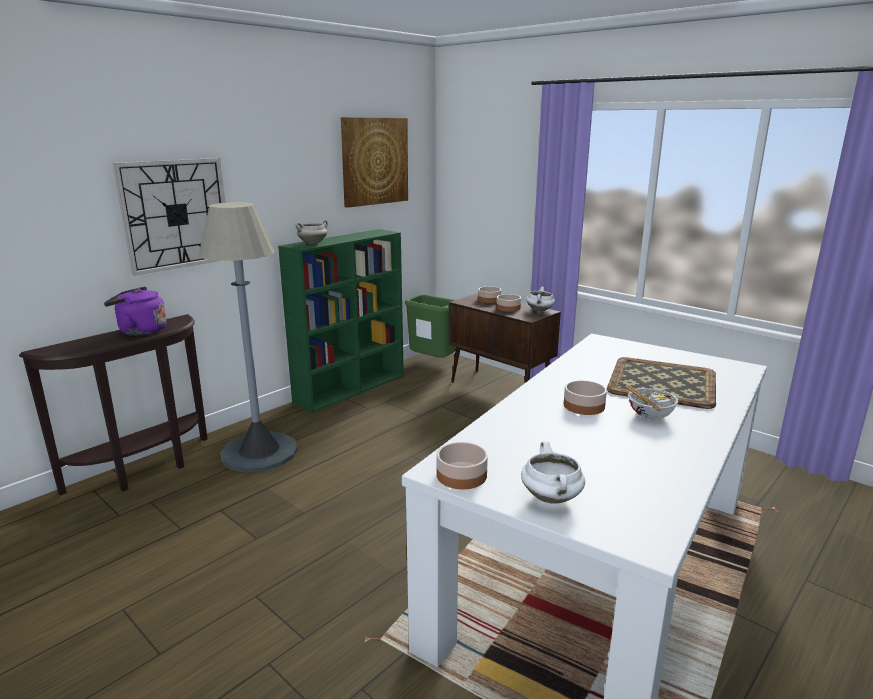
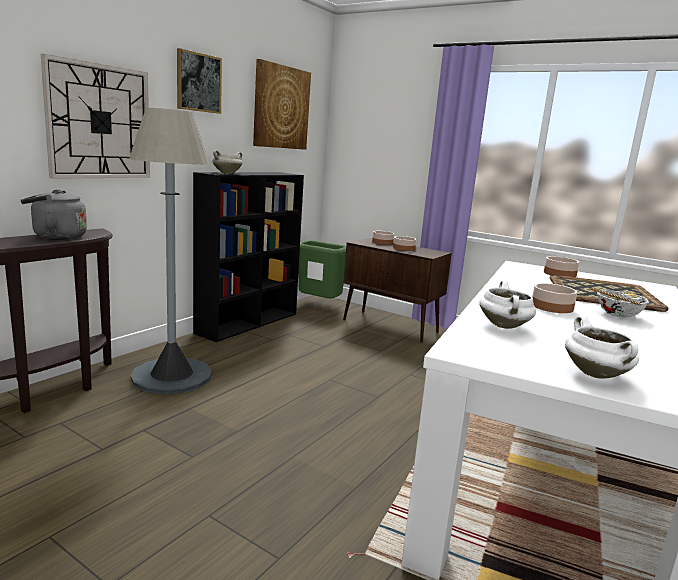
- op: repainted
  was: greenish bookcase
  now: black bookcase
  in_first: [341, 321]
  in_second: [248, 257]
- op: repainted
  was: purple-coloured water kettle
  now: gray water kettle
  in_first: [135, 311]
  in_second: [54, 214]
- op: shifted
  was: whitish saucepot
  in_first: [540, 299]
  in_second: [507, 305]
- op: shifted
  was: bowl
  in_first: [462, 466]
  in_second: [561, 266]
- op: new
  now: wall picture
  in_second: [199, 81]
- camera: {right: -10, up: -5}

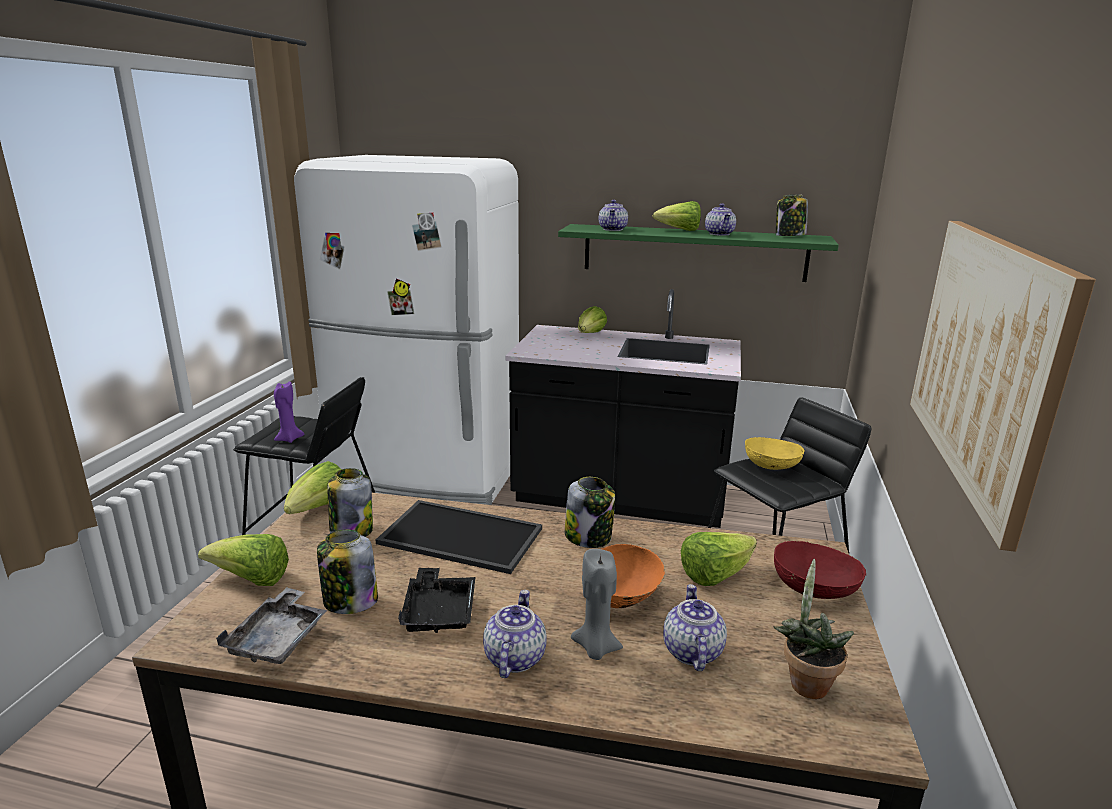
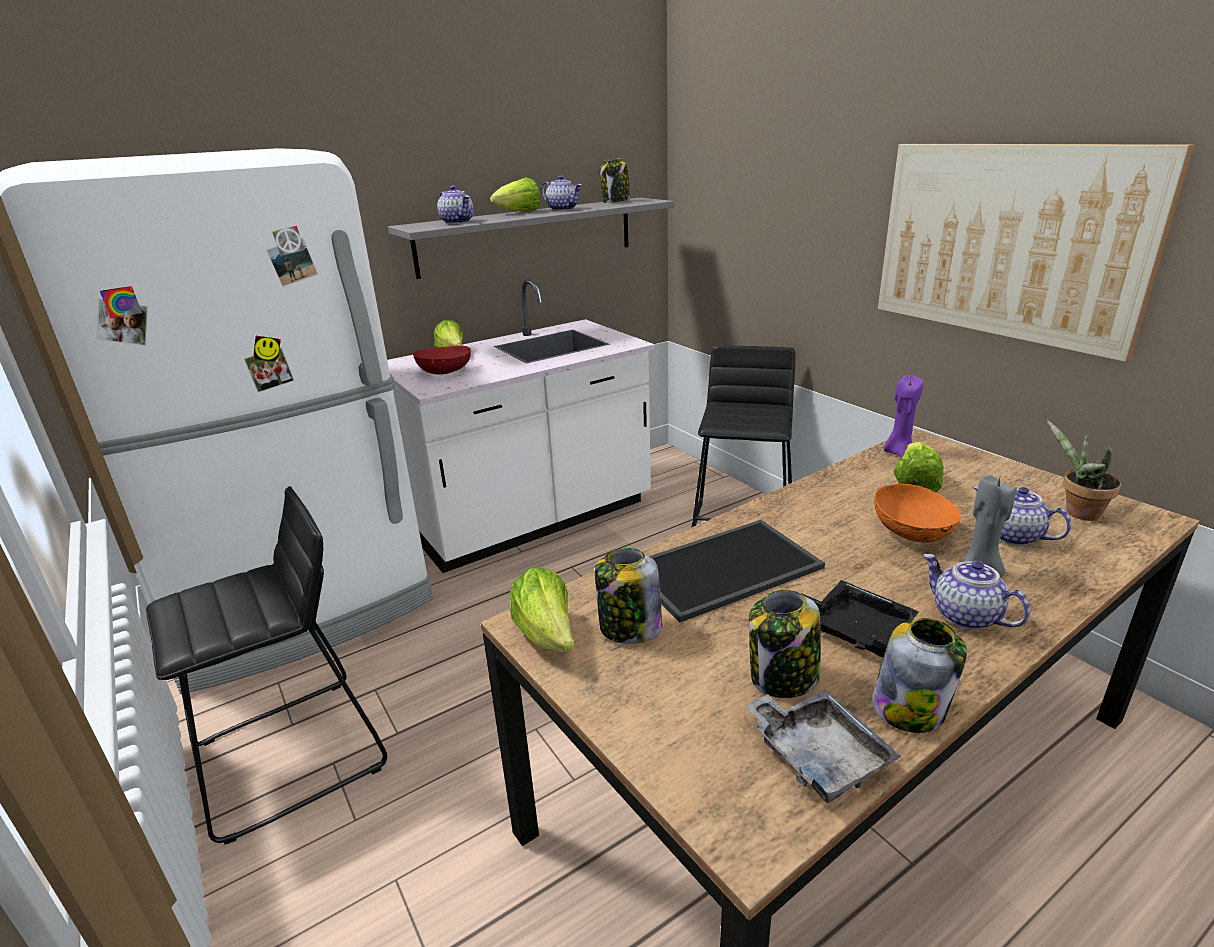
- op: repainted
  was: greenish wall shelf
  now: gray wall shelf
  in_first: [698, 253]
  in_second: [531, 238]
- op: repainted
  was: black counter
  now: whitish counter
  in_first: [623, 408]
  in_second: [521, 426]
- op: shifted
  was: purple-coloured wax candle
  in_first: [289, 412]
  in_second: [903, 416]
- op: gone
  was: yellowish bowl
  in_first: [775, 453]
- op: shifted
  was: storage jar
  in_first: [590, 512]
  in_second: [919, 675]
- op: gone
  was: head of lettuce
  in_first: [243, 560]
- op: shifted
  was: red-coloured bowl
  in_first: [820, 570]
  in_second: [442, 360]
- camera: {right: -45, up: 5}

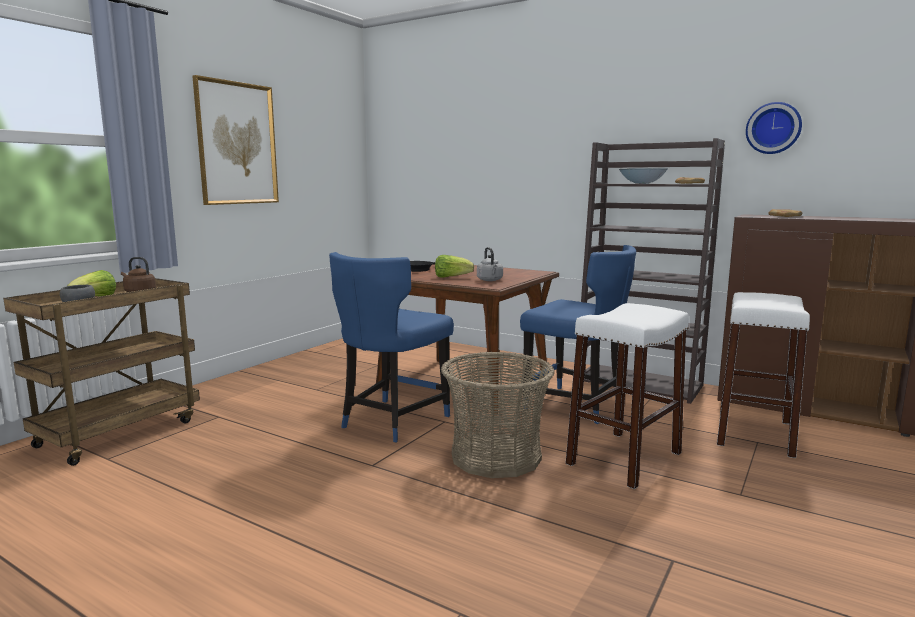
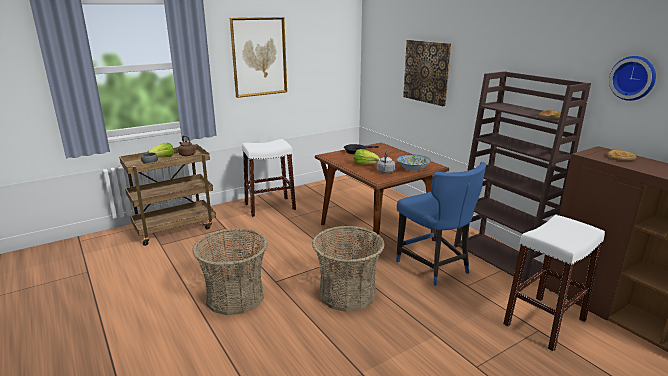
- op: shifted
  was: bowl
  in_first: [643, 176]
  in_second: [414, 162]
- op: gone
  was: bluish plain chair
  in_first: [391, 347]
- op: shifted
  was: whitish stool seat
  in_first: [627, 396]
  in_second: [269, 178]
- op: new
  now: wall picture
  in_second: [427, 73]
- op: new
  now: basket
  in_second: [230, 271]
- camera: {right: 25, up: 10}

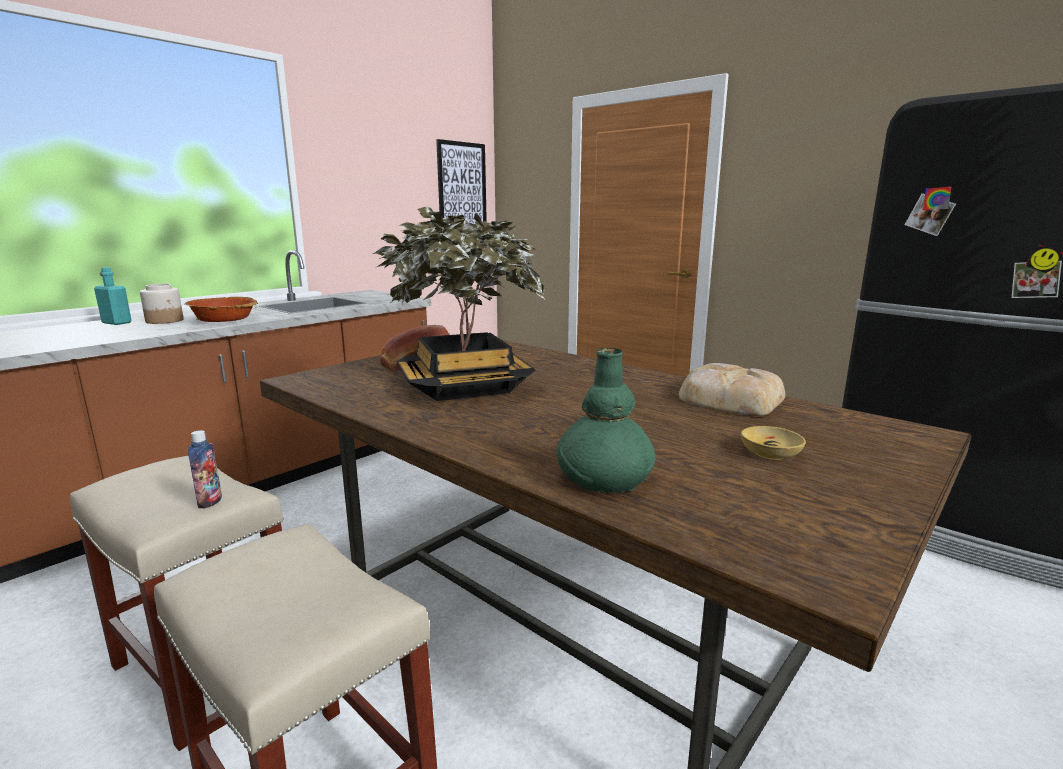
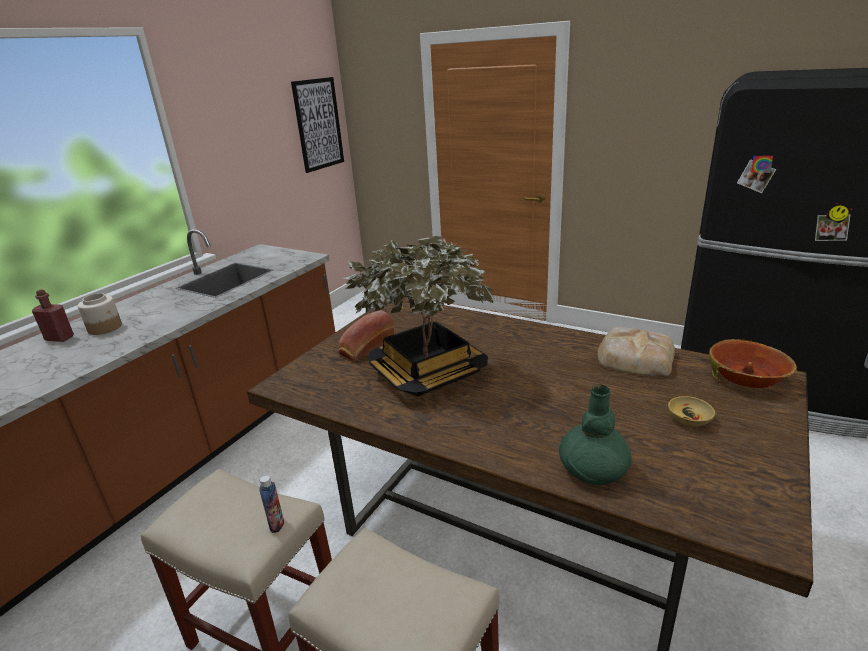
- op: repainted
  was: turquoise bottle
  now: red-coloured bottle
  in_first: [113, 296]
  in_second: [53, 315]
- op: shifted
  was: bowl
  in_first: [221, 309]
  in_second: [753, 363]
- camera: {right: -10, up: 10}

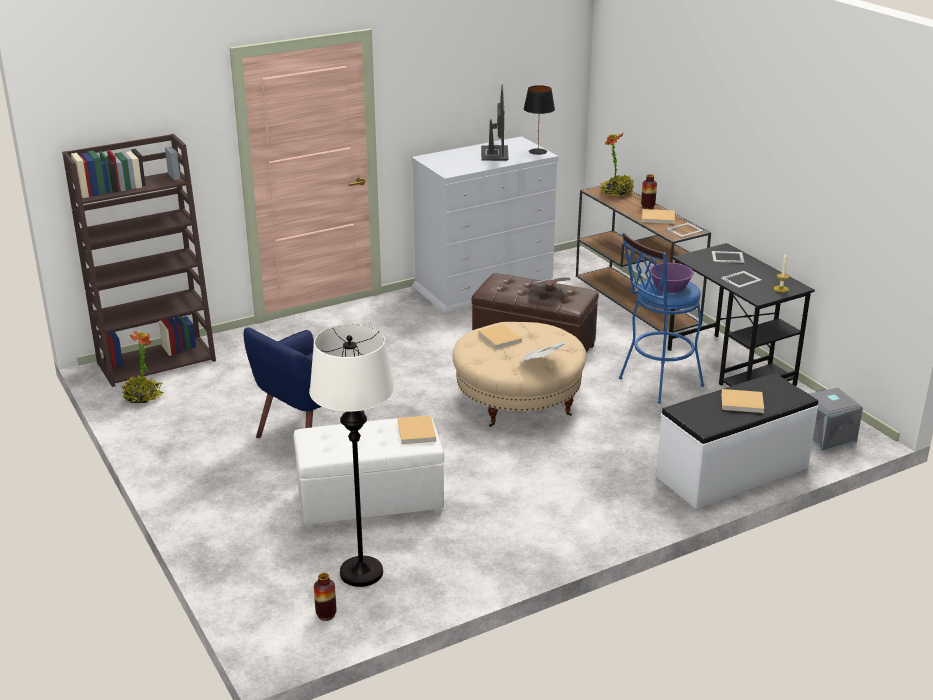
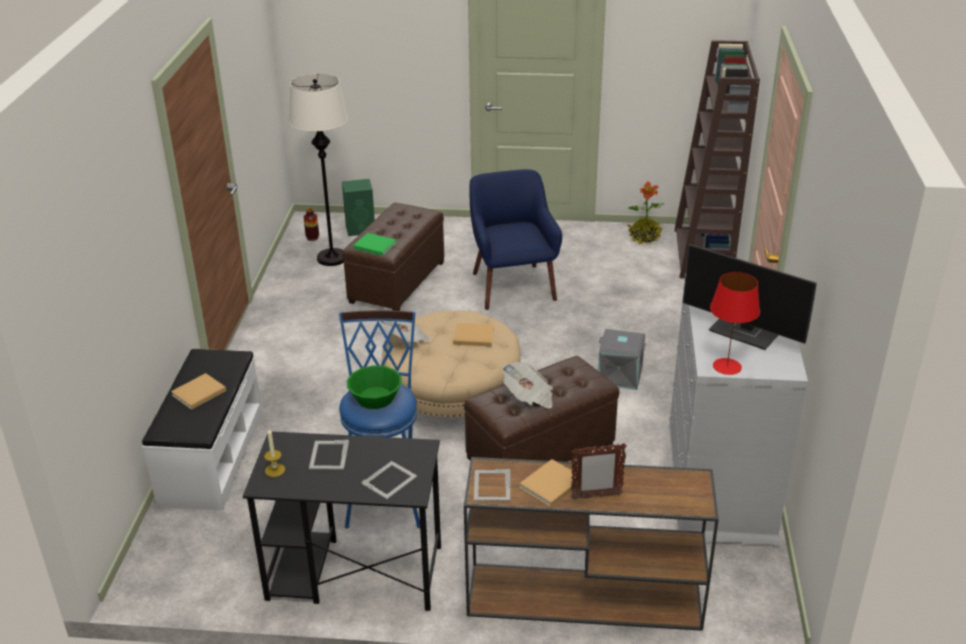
- op: repainted
  was: black tabletop lamp
  now: red-coloured tabletop lamp
  in_first: [539, 120]
  in_second: [735, 323]
- op: gone
  was: houseplant
  in_first: [616, 164]
- op: swapped
  was: flower vase
  now: photo frame
  in_first: [649, 191]
  in_second: [599, 471]
- op: repainted
  was: purple-coloured bowl
  now: greenish bowl
  in_first: [671, 277]
  in_second: [374, 387]
- op: shifted
  was: gray storage container
  in_first: [836, 419]
  in_second: [622, 359]
- op: repainted
  was: beige-coloured book
  now: greenish book
  in_first: [416, 429]
  in_second: [375, 244]
- op: repainted
  was: whitish ottoman
  now: brown ottoman
  in_first: [368, 473]
  in_second: [393, 257]
- op: new
  now: greenish speaker
  in_second: [358, 207]
- camera: {right: 125, up: 5}

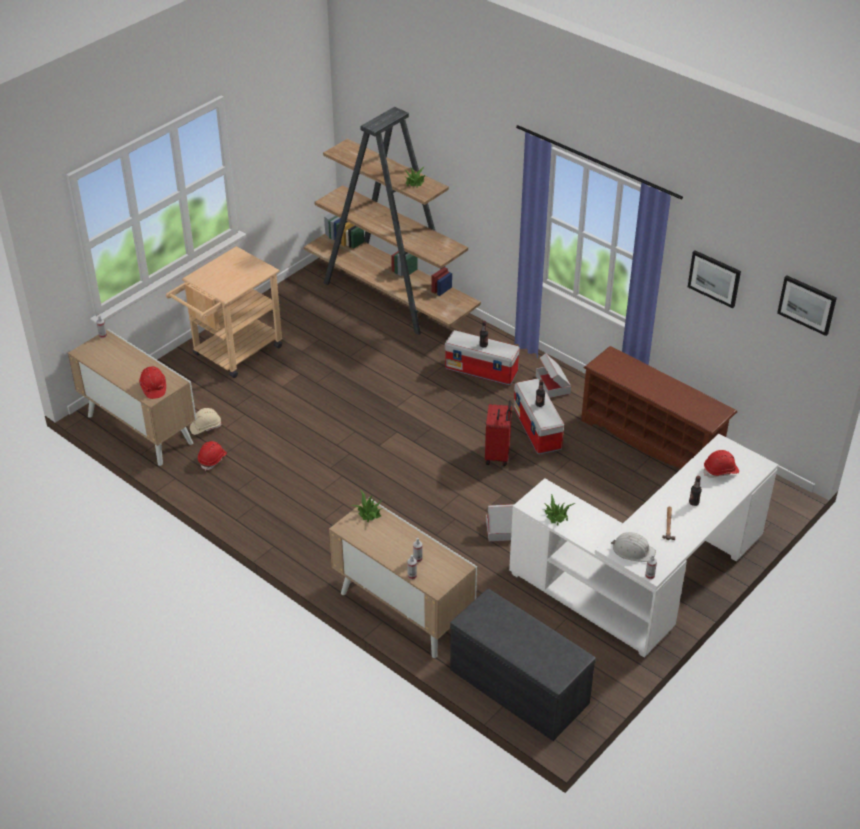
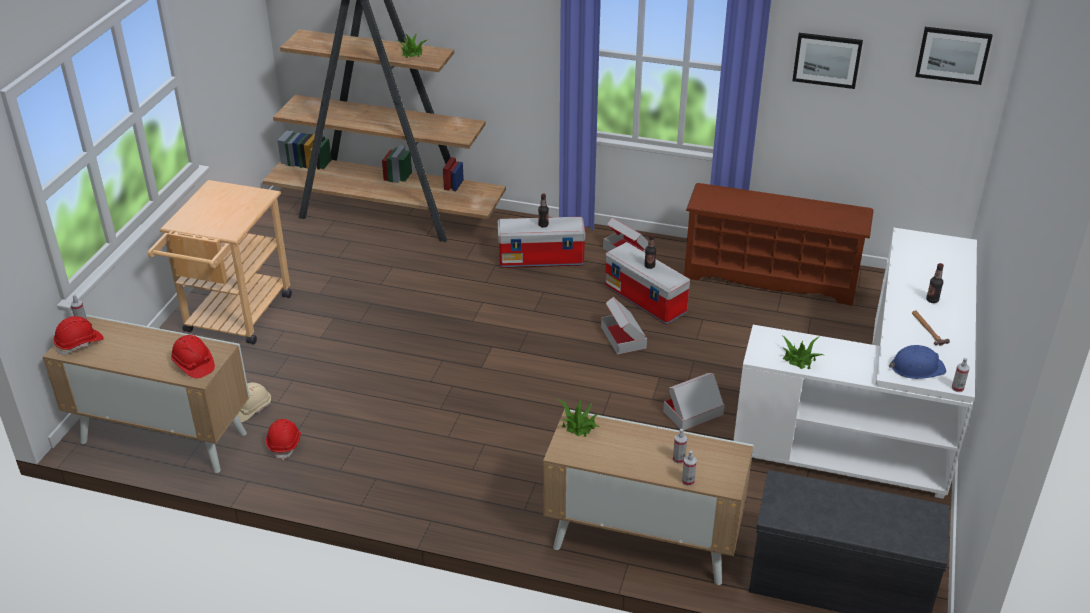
- op: swapped
  was: red-coloured piece of luggage
  now: packing box
  in_first: [498, 433]
  in_second: [624, 326]
- op: shifted
  was: red-coloured work helmet
  in_first: [721, 464]
  in_second: [78, 335]
- op: repainted
  was: whitish work helmet
  now: bluish work helmet
  in_first: [633, 547]
  in_second: [917, 362]
- camera: {right: -25, up: -5}

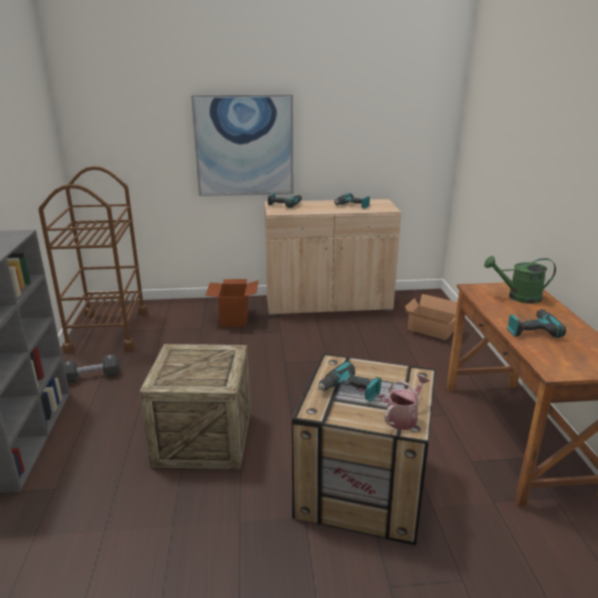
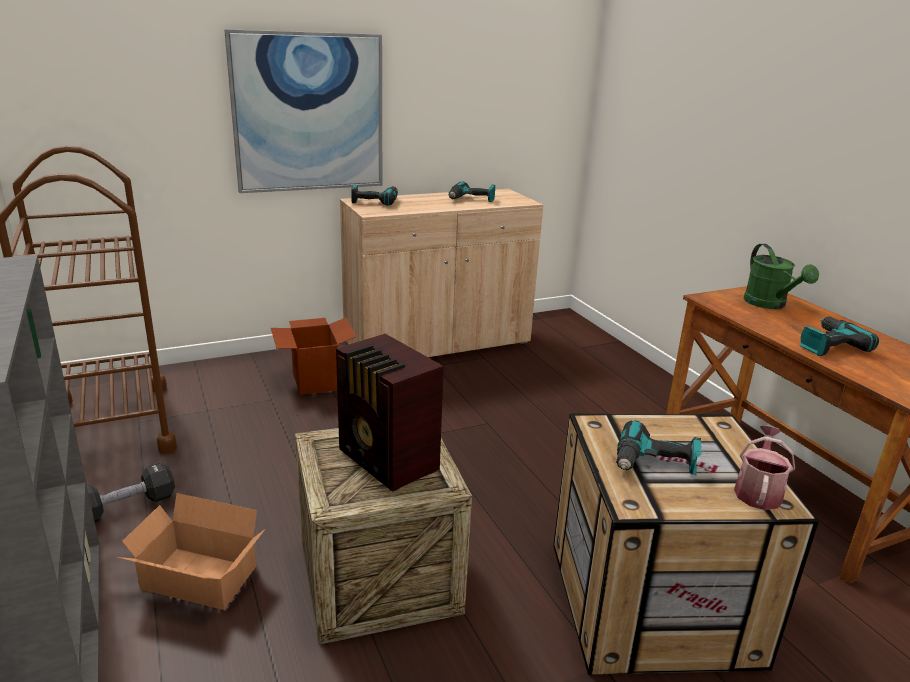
- op: rotated
  was: greenish watering pot
  in_first: [520, 280]
  in_second: [781, 276]
  clockwise: -90
- op: shifted
  was: packing box
  in_first: [431, 317]
  in_second: [191, 551]
- op: new
  now: radio receiver
  in_second: [390, 413]
- camera: {right: -20, up: 0}

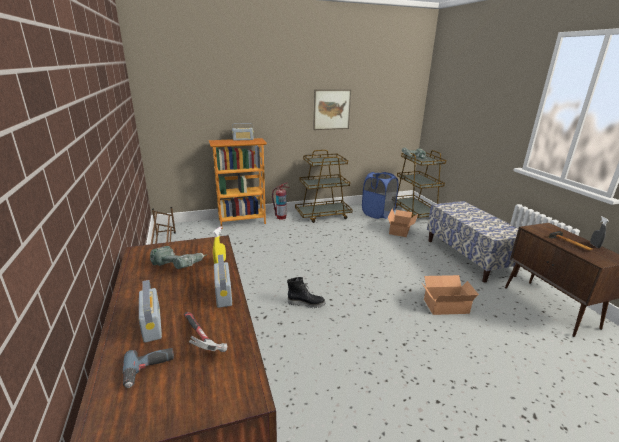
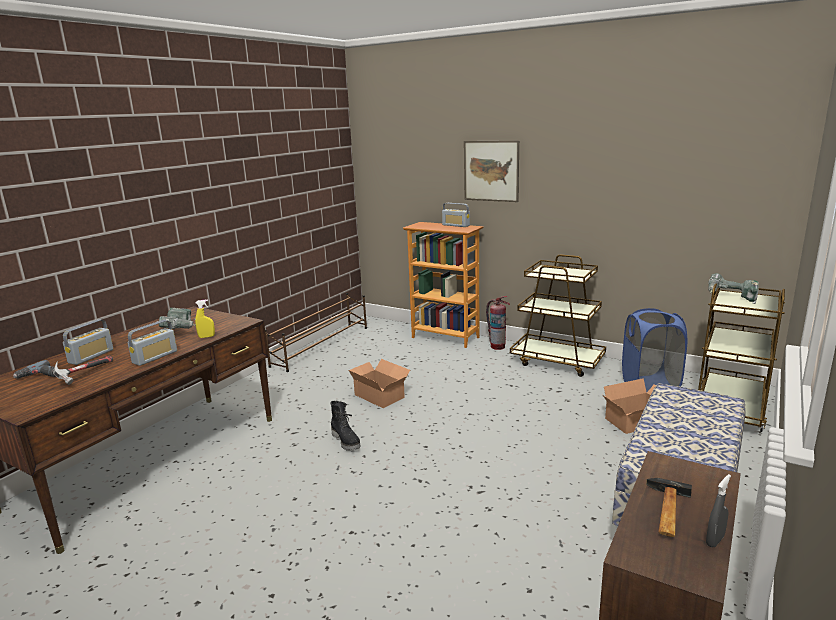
- op: shifted
  was: wall picture
  in_first: [332, 110]
  in_second: [491, 171]
- op: shifted
  was: packing box
  in_first: [450, 295]
  in_second: [379, 383]
- camera: {right: 50, up: -5}

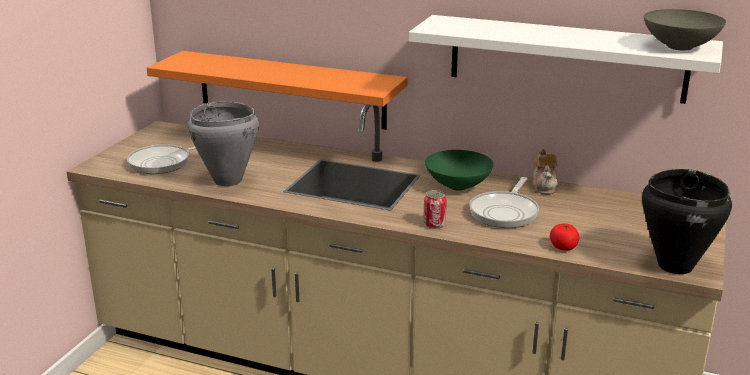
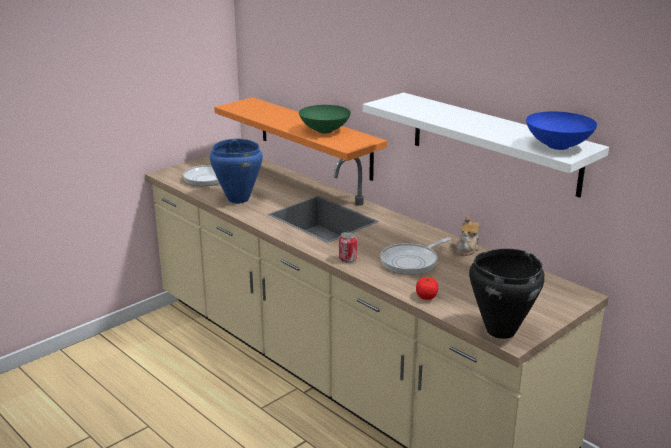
- op: repainted
  was: gray bowl
  now: bluish bowl
  in_first: [685, 29]
  in_second: [561, 130]
- op: repainted
  was: gray saucepot
  now: bluish saucepot
  in_first: [223, 143]
  in_second: [236, 171]
- op: shifted
  was: greenish bowl
  in_first: [459, 170]
  in_second: [325, 119]
- camera: {right: 25, up: 0}

